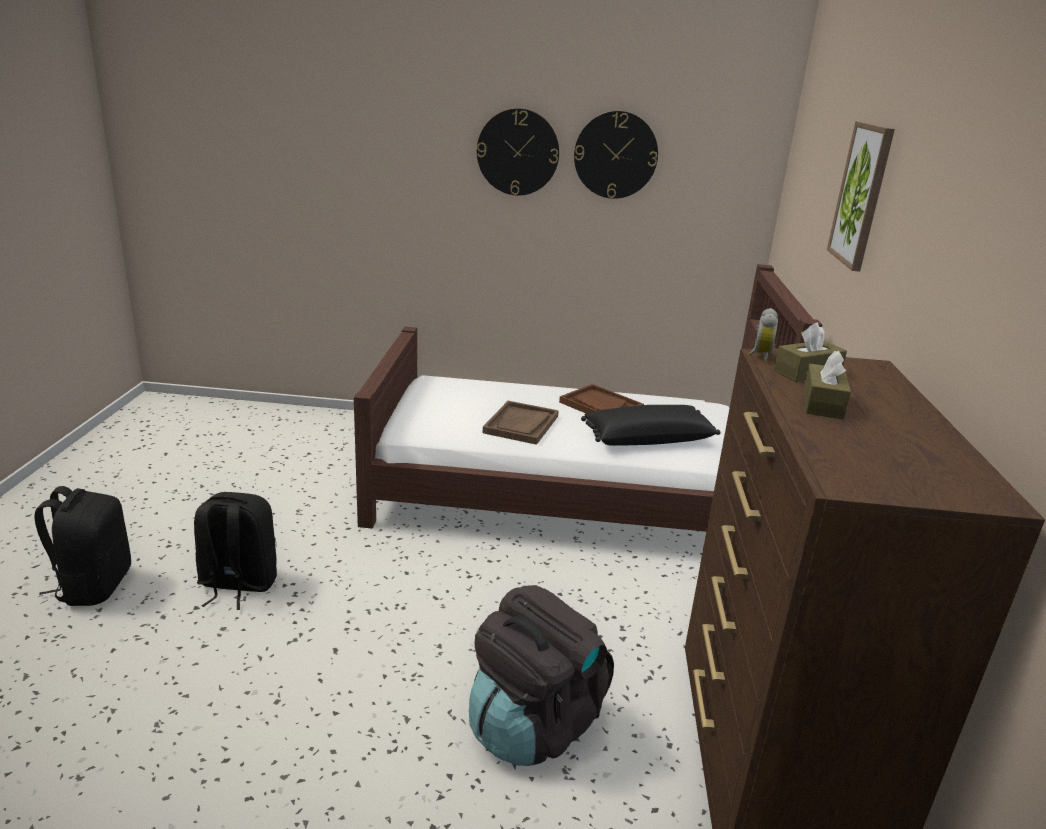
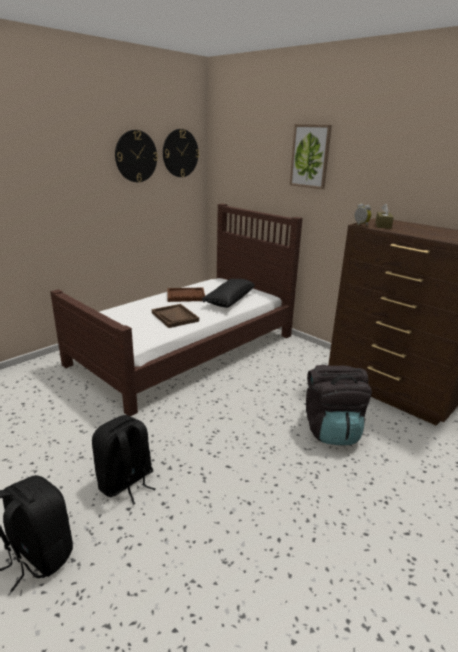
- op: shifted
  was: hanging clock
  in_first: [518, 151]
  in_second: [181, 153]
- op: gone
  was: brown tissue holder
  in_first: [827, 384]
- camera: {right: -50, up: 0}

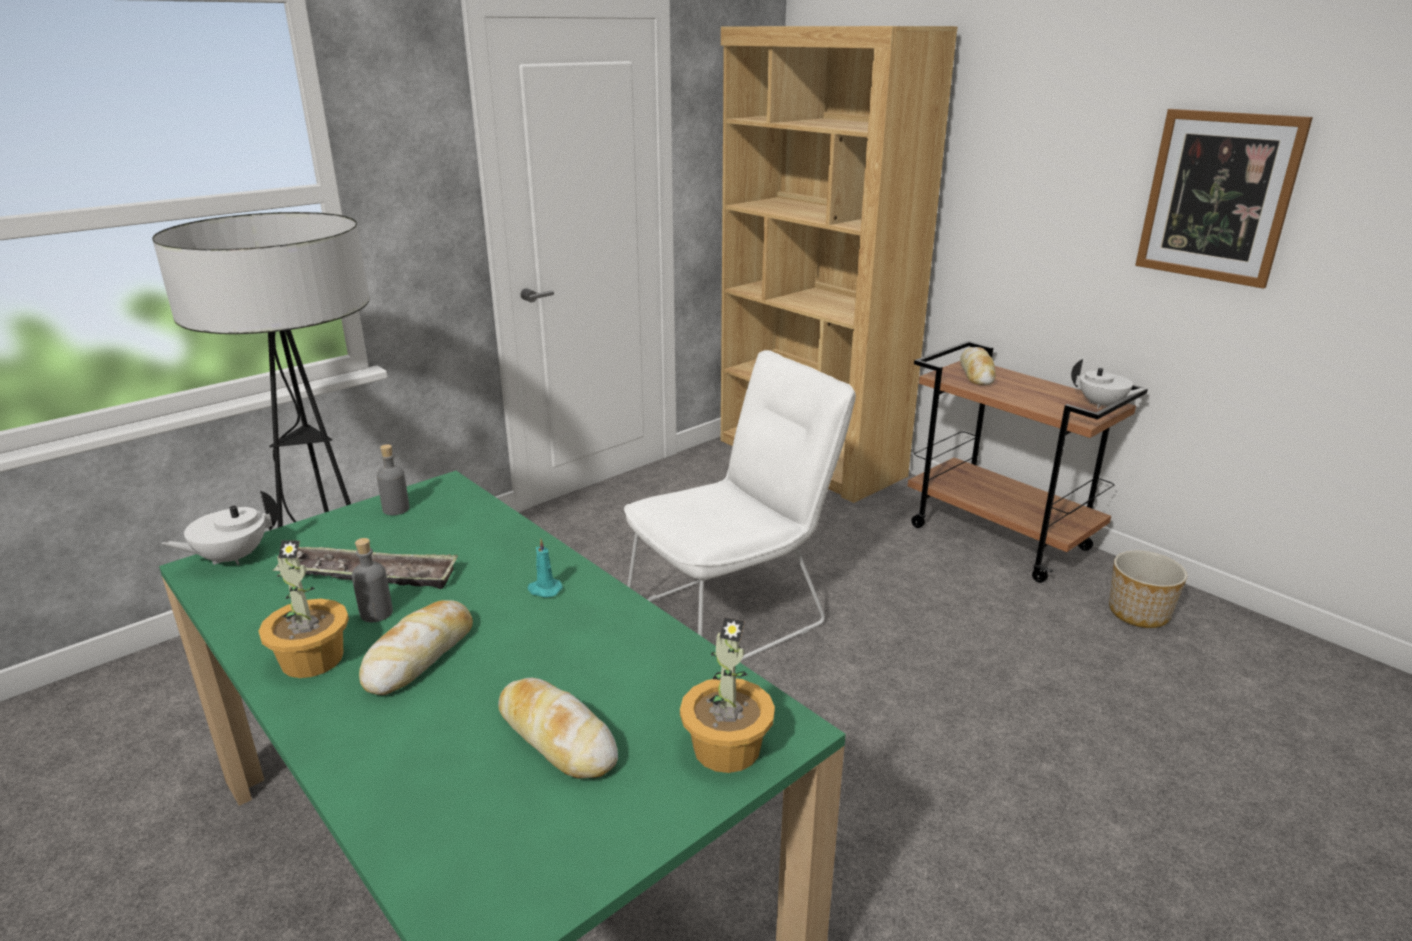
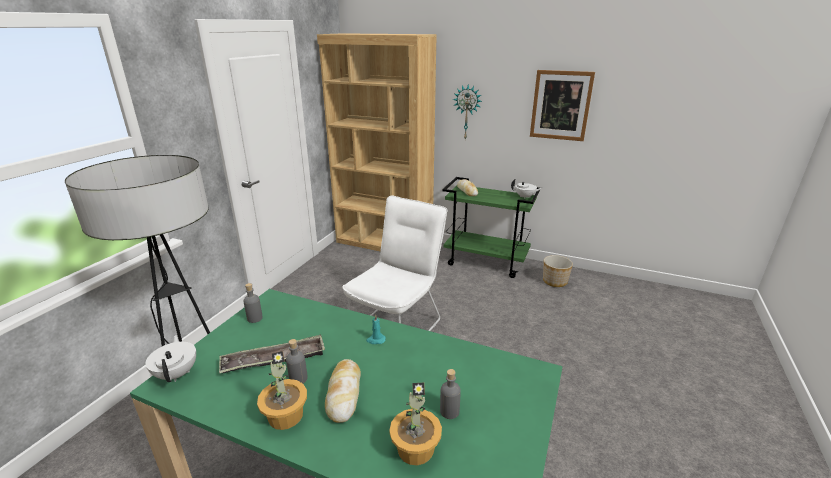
- op: repainted
  was: brown cart
  now: greenish cart
  in_first: [1028, 462]
  in_second: [491, 227]
- op: rotated
  was: whitish teapot
  in_first: [219, 528]
  in_second: [170, 358]
  clockwise: 135
- op: shifted
  was: houseplant
  in_first: [727, 695]
  in_second: [415, 423]
- op: swapped
  was: baked bread
  now: gray bottle
  in_first: [558, 728]
  in_second: [450, 394]
- op: new
  now: hanging clock
  in_second: [467, 112]
- camera: {right: -25, up: 0}

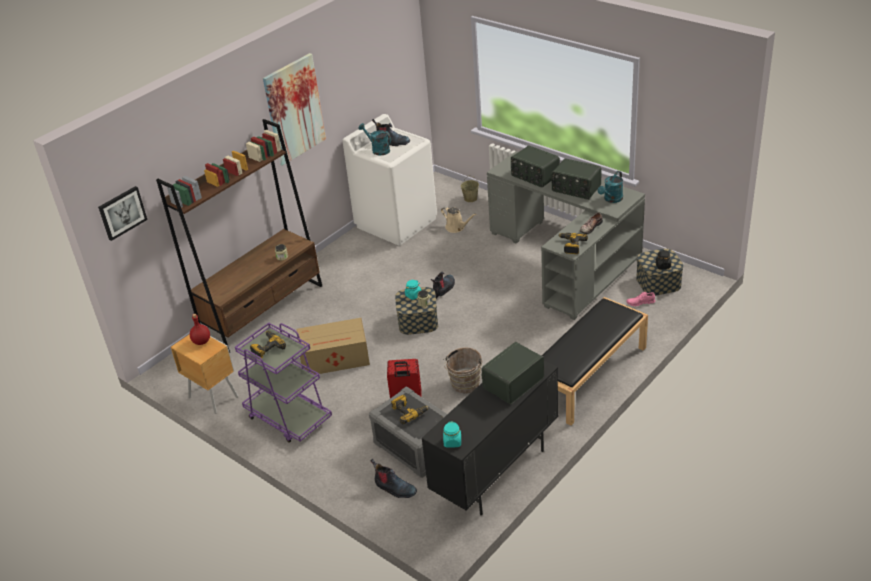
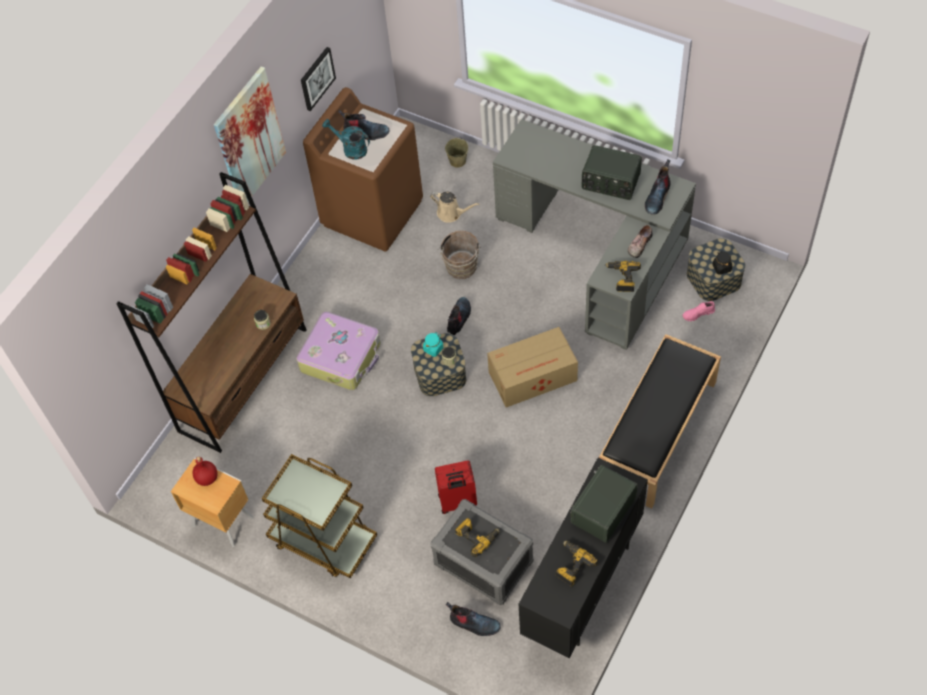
- op: repainted
  was: whitish laundry appliance
  now: brown laundry appliance
  in_first: [389, 180]
  in_second: [363, 169]
- op: gone
  was: radio receiver
  in_first: [535, 166]
- op: swapped
  was: turquoise watering pot
  now: boot
  in_first: [610, 187]
  in_second: [658, 187]
- op: shifted
  was: wall picture
  in_first: [122, 213]
  in_second: [318, 79]
- op: shifted
  was: packing box
  in_first: [333, 346]
  in_second: [532, 367]
- op: repainted
  was: purple-coloured cart
  now: brown cart
  in_first: [283, 383]
  in_second: [319, 516]
- op: shifted
  was: electric drill
  in_first: [268, 344]
  in_second: [576, 564]
- op: shifted
  was: brown water bucket
  in_first: [463, 370]
  in_second: [459, 255]
- op: gone
  was: turquoise storage jar
  in_first: [452, 434]
- op: new
  now: piece of luggage
  in_second: [338, 351]
- camera: {right: -10, up: 20}

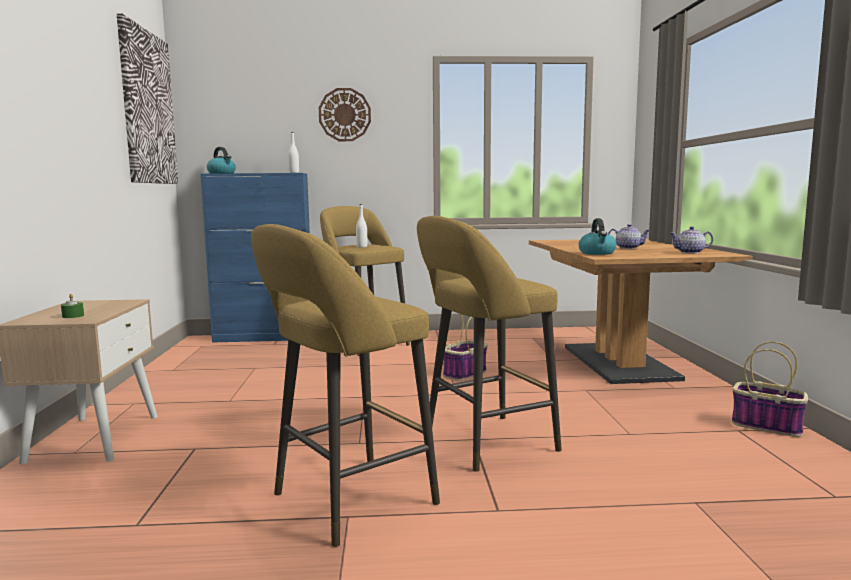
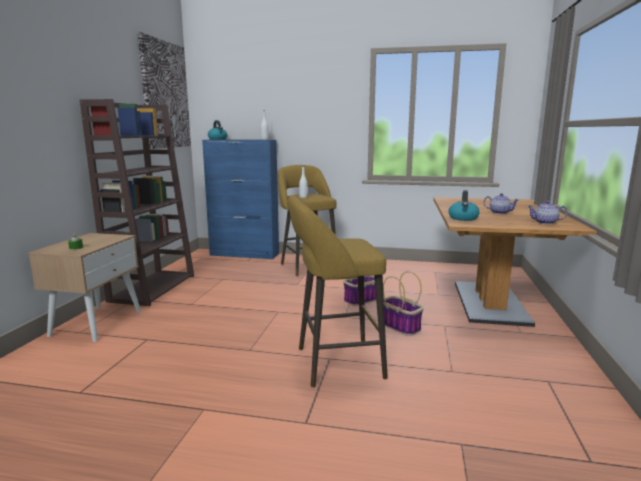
- op: gone
  was: hanging clock
  in_first: [345, 114]
- op: gone
  was: yellowish stool seat
  in_first: [345, 385]
- op: shifted
  was: basket
  in_first: [770, 389]
  in_second: [403, 303]
- op: new
  now: brown bookcase
  in_second: [137, 202]
- camera: {right: 15, up: 5}

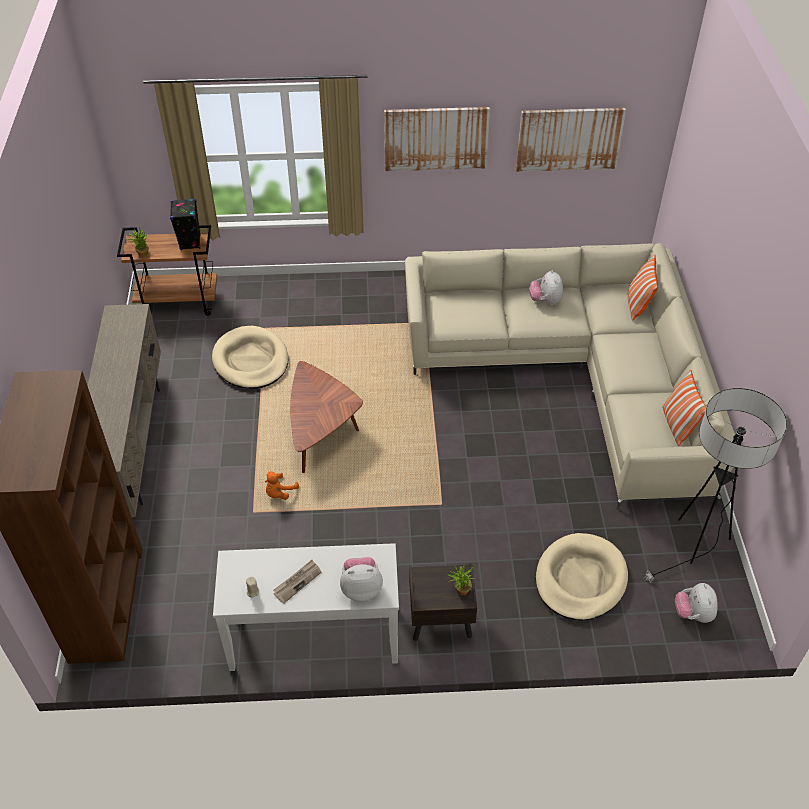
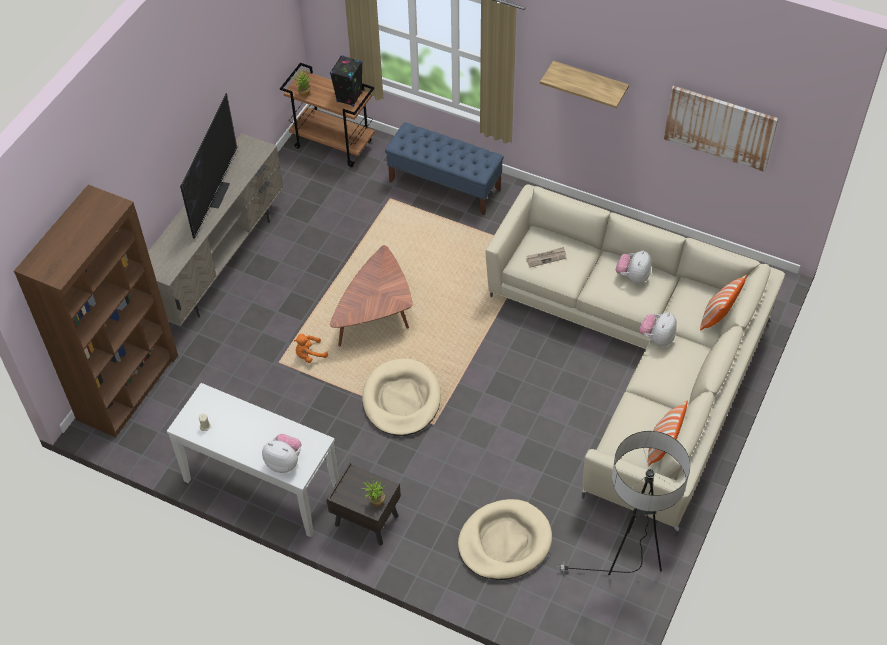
- op: swapped
  was: wall picture
  now: wall shelf
  in_first: [437, 139]
  in_second: [584, 84]
- op: shifted
  was: beige-coloured dog cushion
  in_first: [250, 357]
  in_second: [401, 397]
- op: shifted
  was: newspaper
  in_first: [297, 582]
  in_second: [546, 257]
- op: shifted
  was: cuddly toy
  in_first: [696, 603]
  in_second: [658, 329]
- op: new
  now: television
  in_second: [208, 166]
- op: new
  now: bluish long seat
  in_second: [444, 168]
- camera: {right: 30, up: 5}

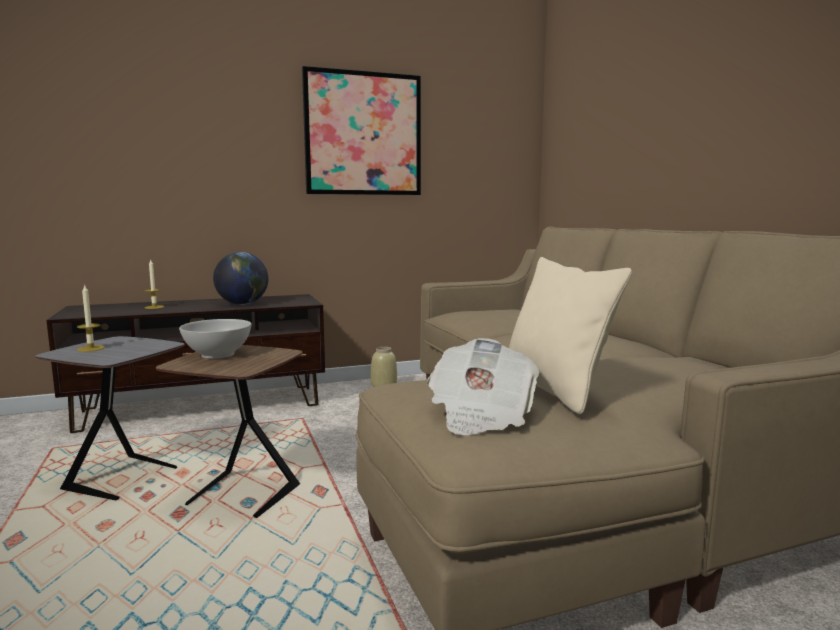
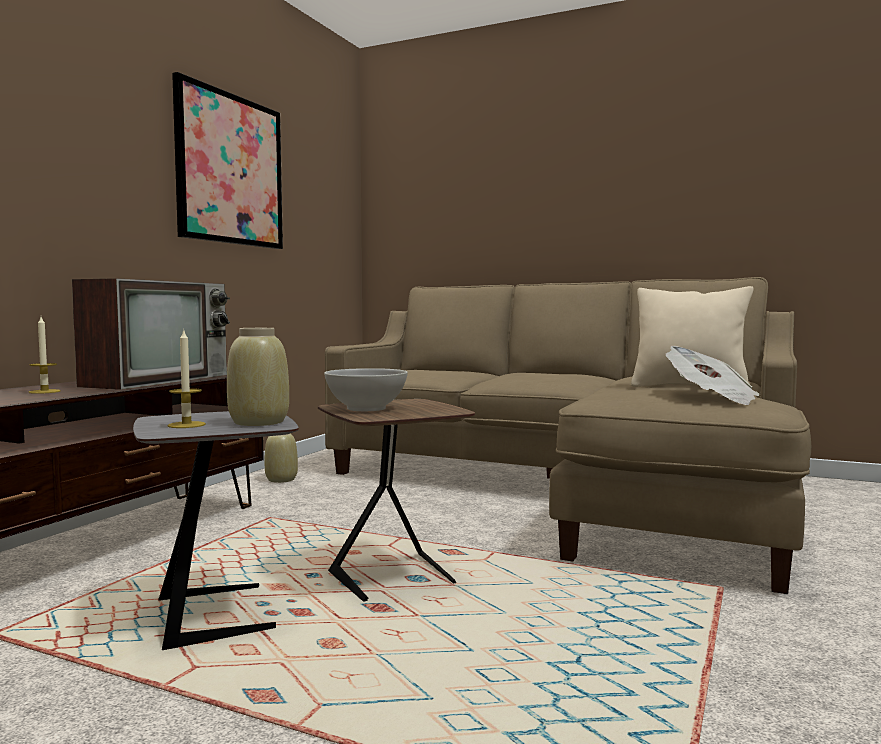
- op: swapped
  was: globe
  now: television
  in_first: [240, 278]
  in_second: [151, 334]
- op: new
  now: beige-coloured flower vase
  in_second: [258, 377]
- camera: {right: -45, up: -5}

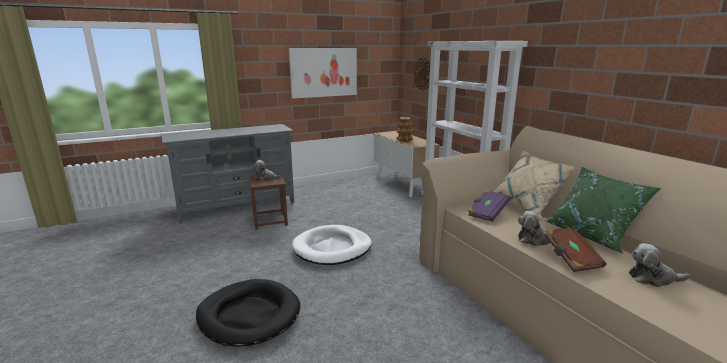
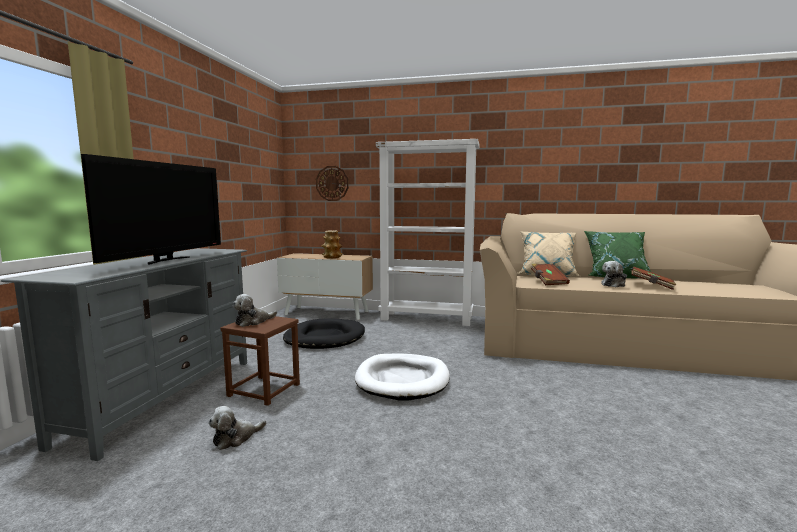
- op: gone
  was: wall picture
  in_first: [323, 73]
- op: repainted
  was: purple-coloured book
  now: brown book
  in_first: [489, 206]
  in_second: [550, 274]
- op: shifted
  was: cuddly toy
  in_first: [659, 265]
  in_second: [237, 428]
- op: shifted
  was: black dog cushion
  in_first: [248, 313]
  in_second: [324, 334]
- op: new
  now: television
  in_second: [151, 209]
- camera: {right: -50, up: -10}

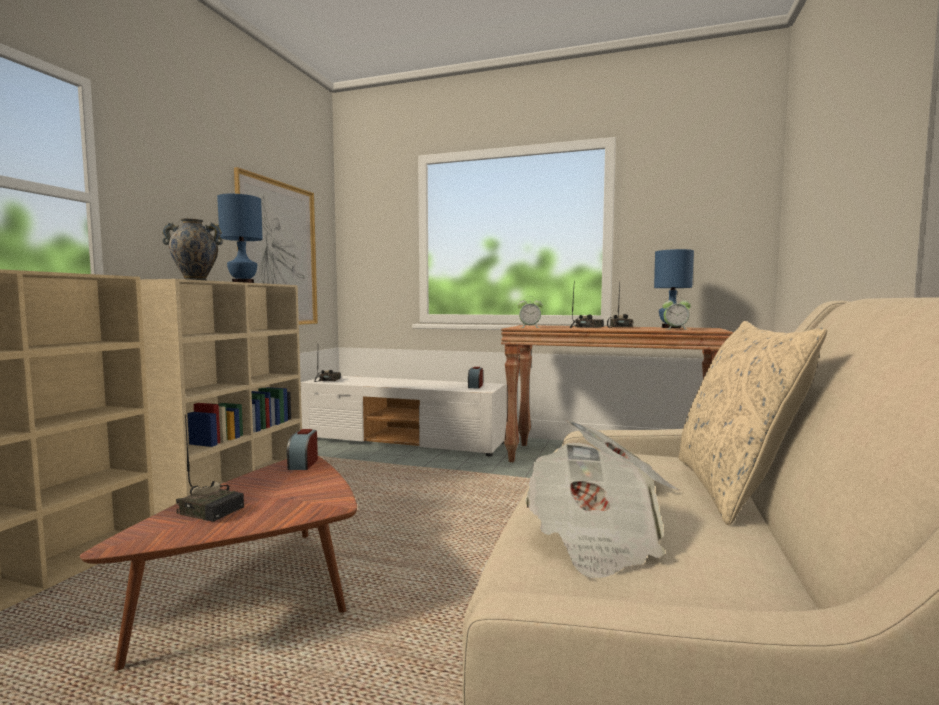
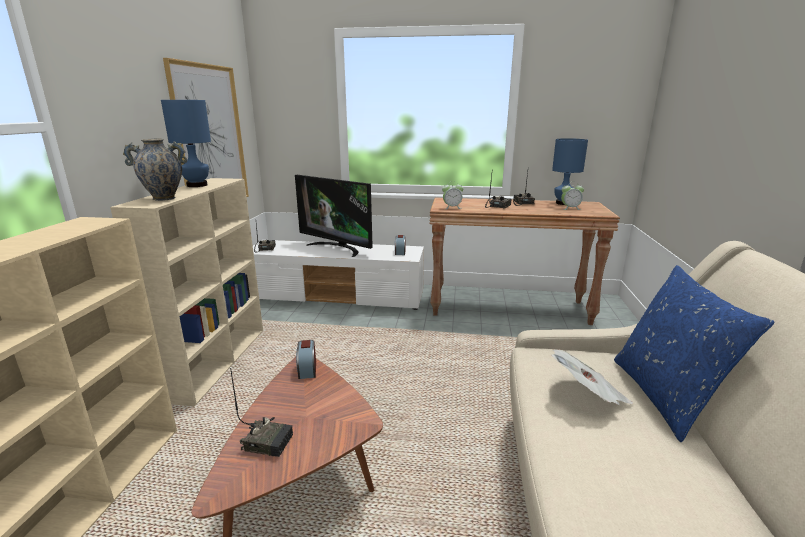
- op: repainted
  was: beige-coloured pillow
  now: bluish pillow
  in_first: [752, 423]
  in_second: [694, 353]
- op: gone
  was: newspaper
  in_first: [595, 510]
- op: new
  now: television
  in_second: [334, 216]
- camera: {right: -10, up: 15}

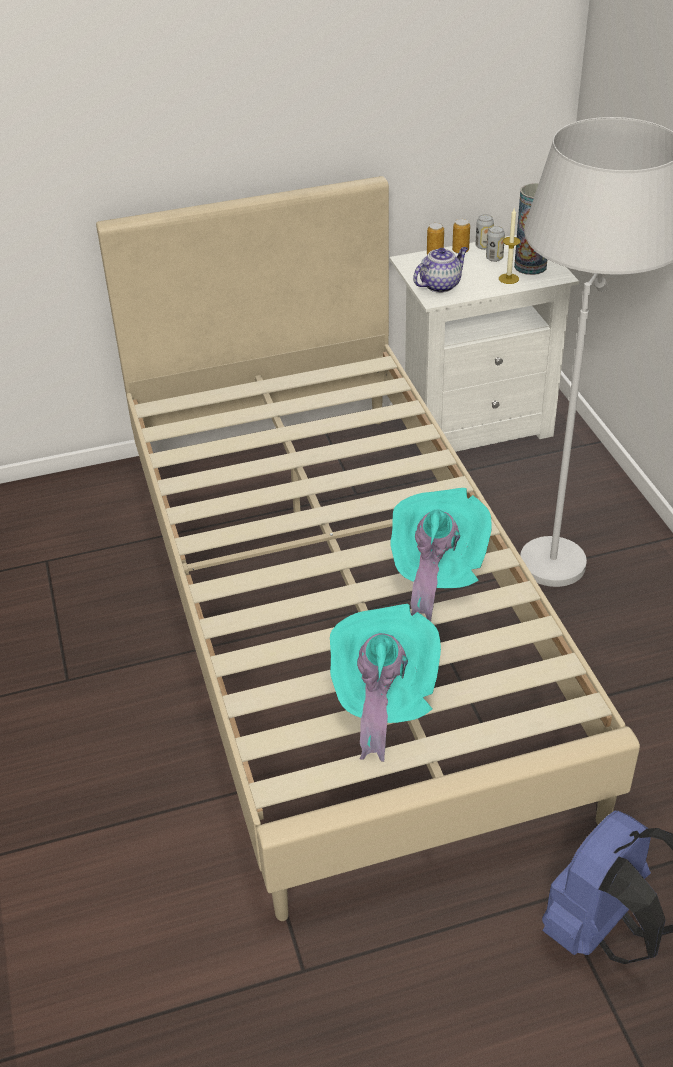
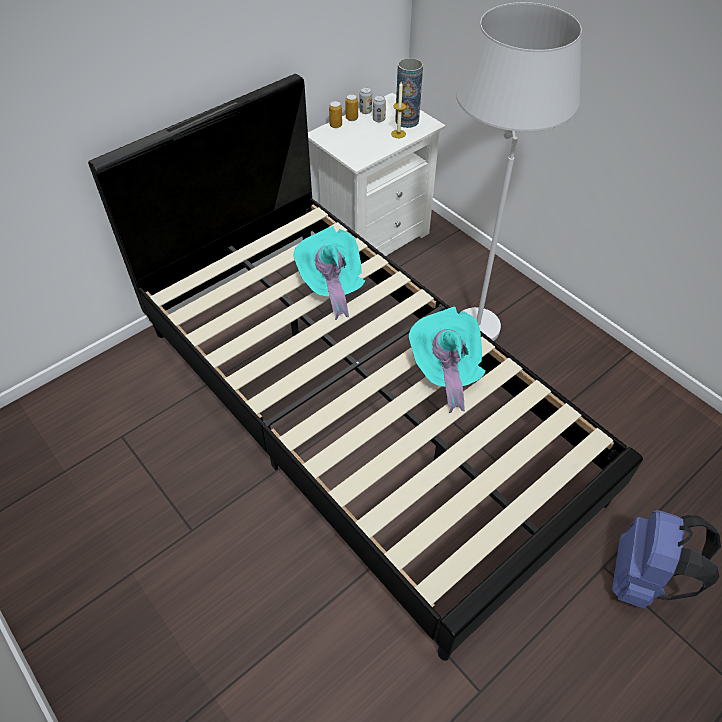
- op: repainted
  was: beige-coloured bed
  now: black bed
  in_first: [368, 548]
  in_second: [365, 367]
- op: gone
  was: teapot
  in_first: [440, 270]
- op: shifted
  was: turquoise hat
  in_first: [385, 683]
  in_second: [329, 273]
- camera: {right: -25, up: 10}

